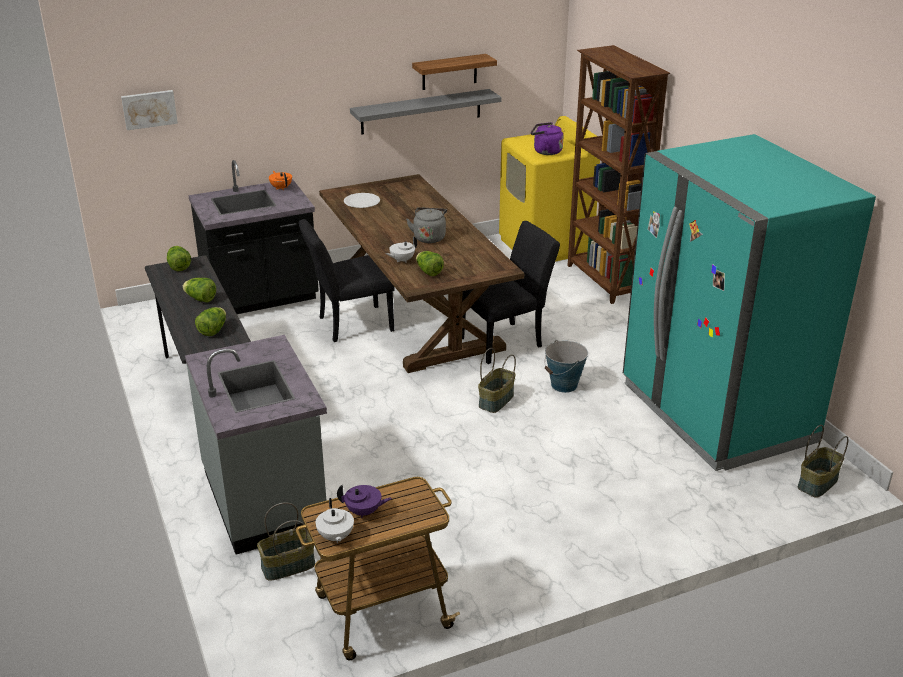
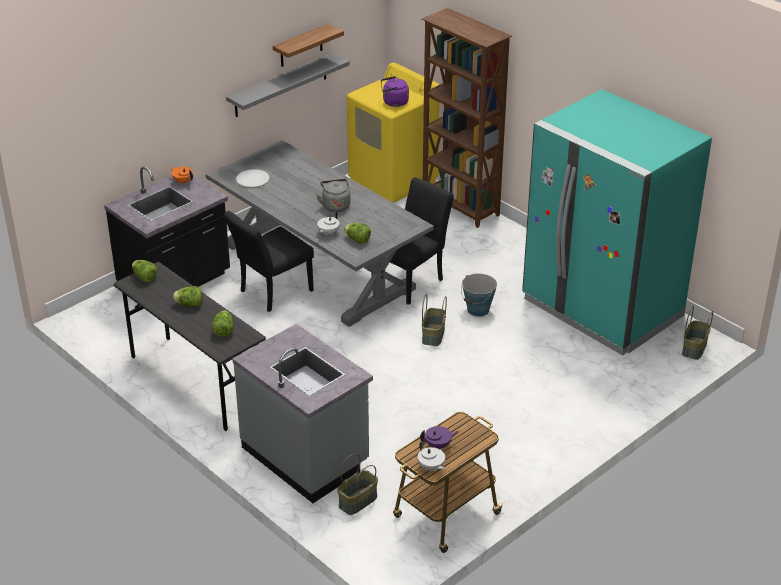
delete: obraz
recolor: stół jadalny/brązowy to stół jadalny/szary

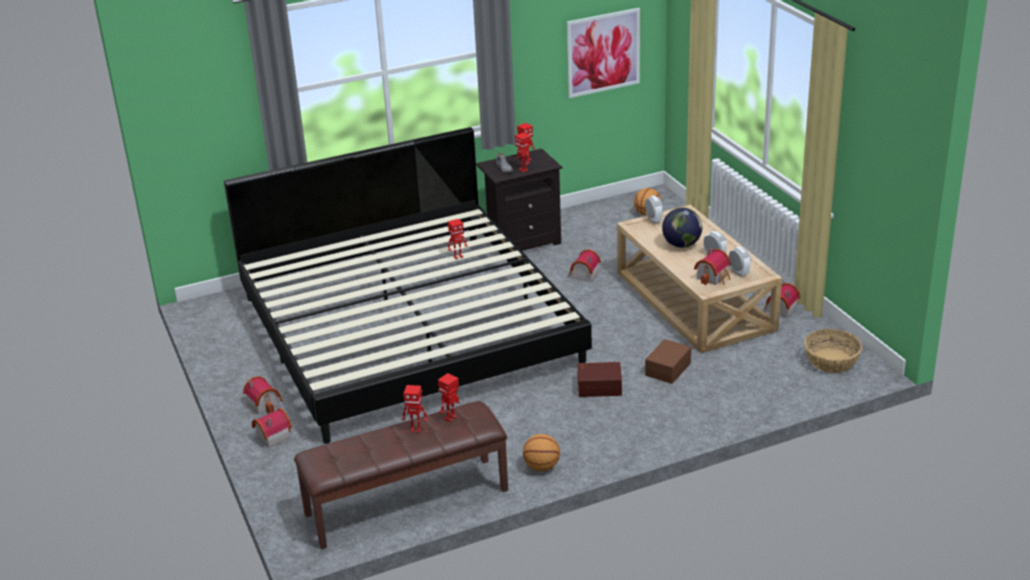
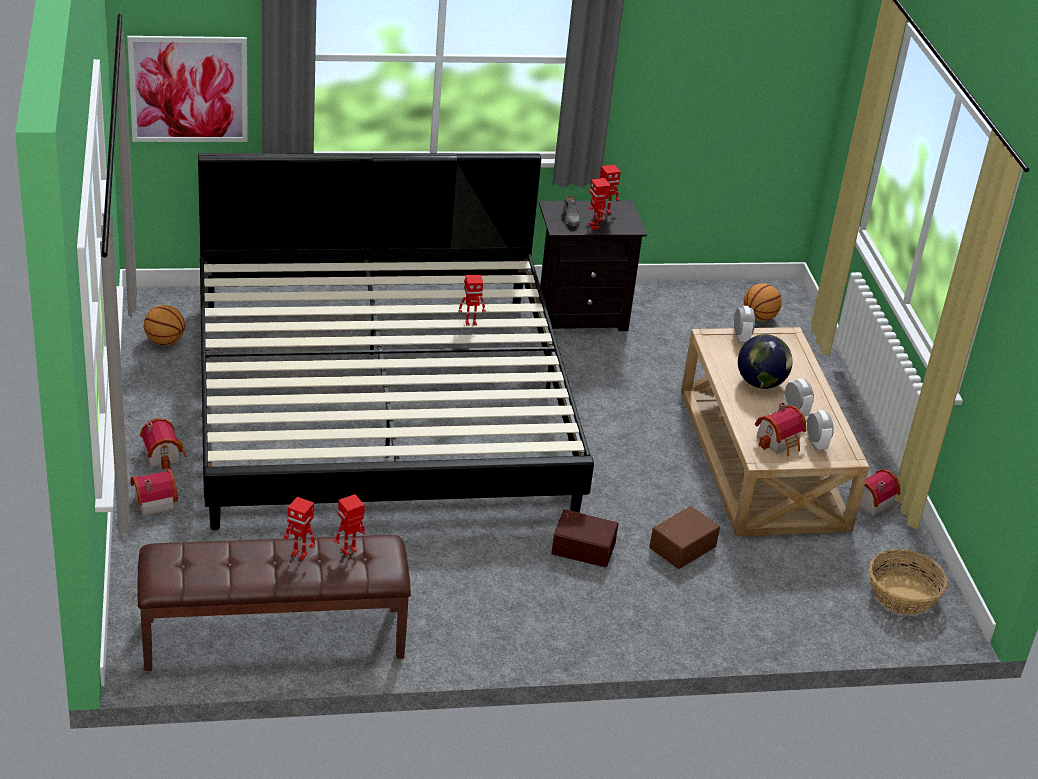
delete: domek (3rd from left)
move: piłka do koszykówki (1st from left); obraz

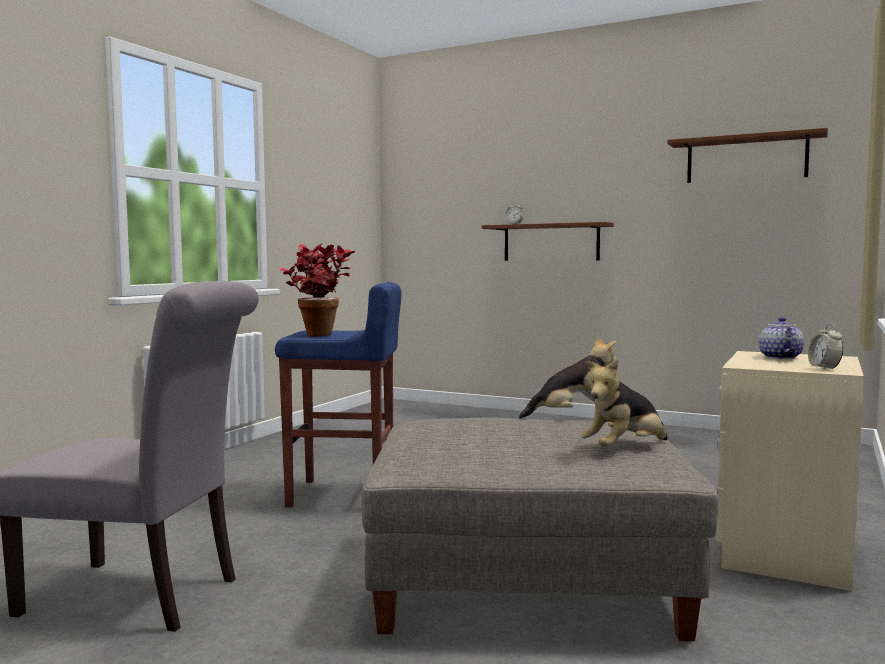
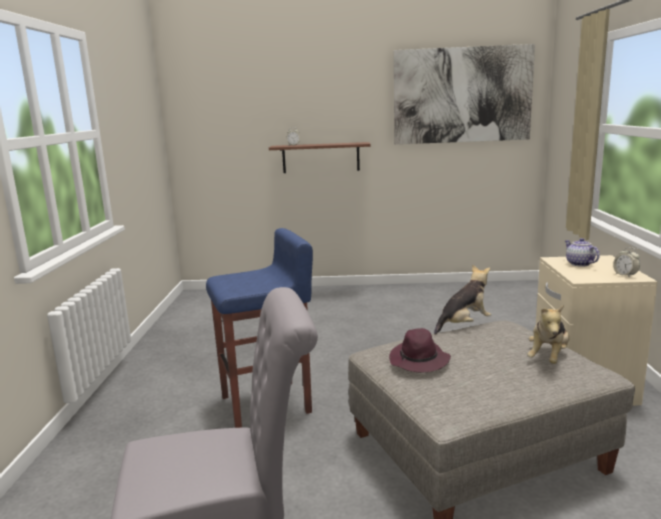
delete: roślina doniczkowa
insert: kapelusz/fioletowy
replace: półka/brązowy (2nd from left) to obraz

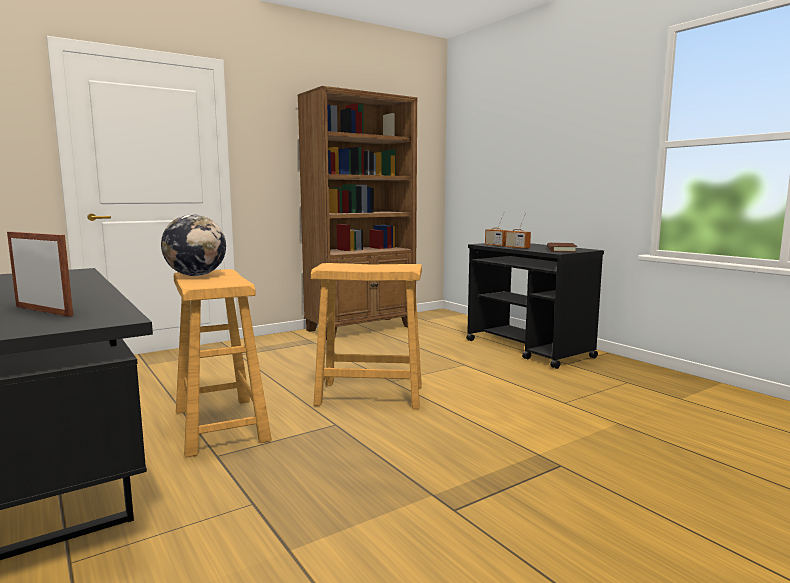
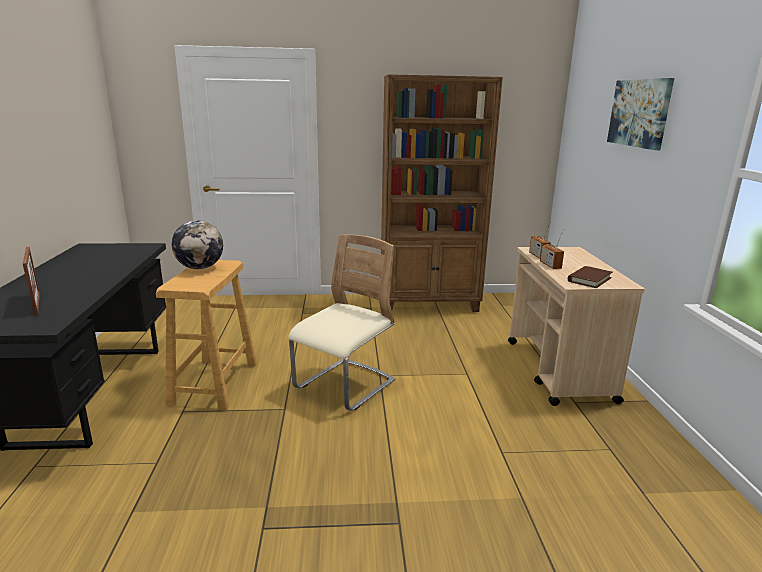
insert: obraz
replace: stołek/beżowy (2nd from left) to krzesło/beżowy
recolor: wózek/czarny to wózek/beżowy

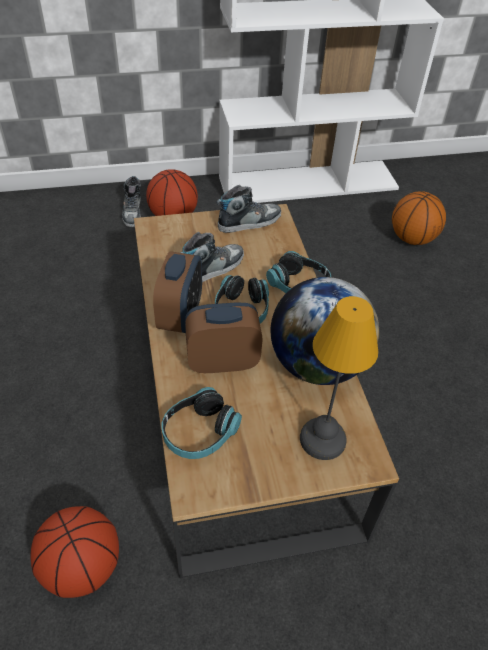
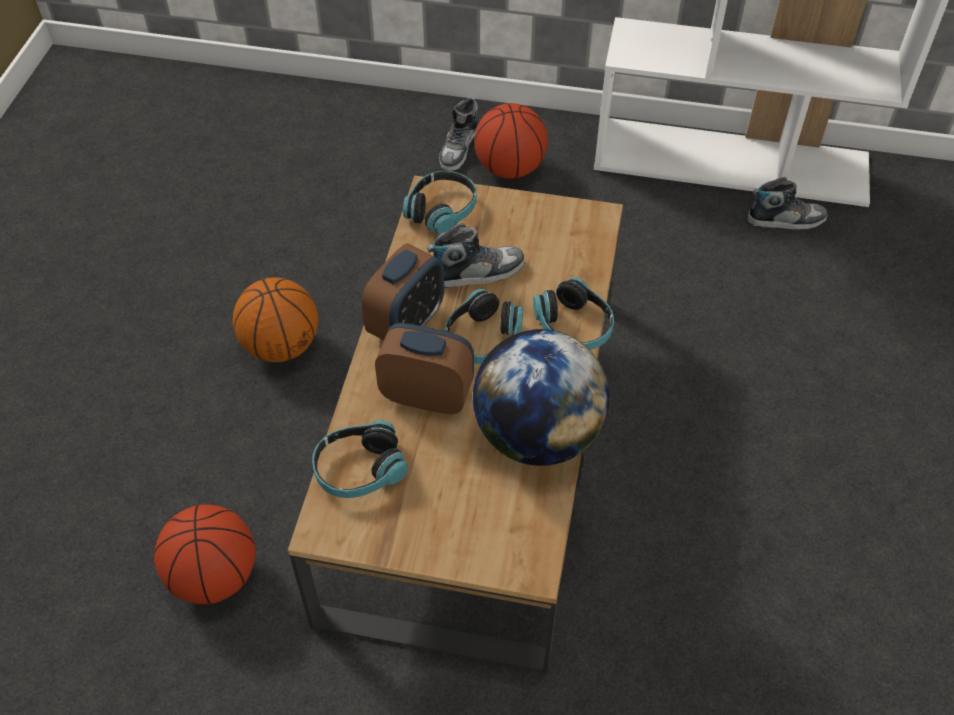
delete: lampa stołowa
insert: słuchawki (2nd from left)
move: but (3rd from left); piłka do koszykówki (3rd from left in the first image) to piłka do koszykówki (2nd from left)

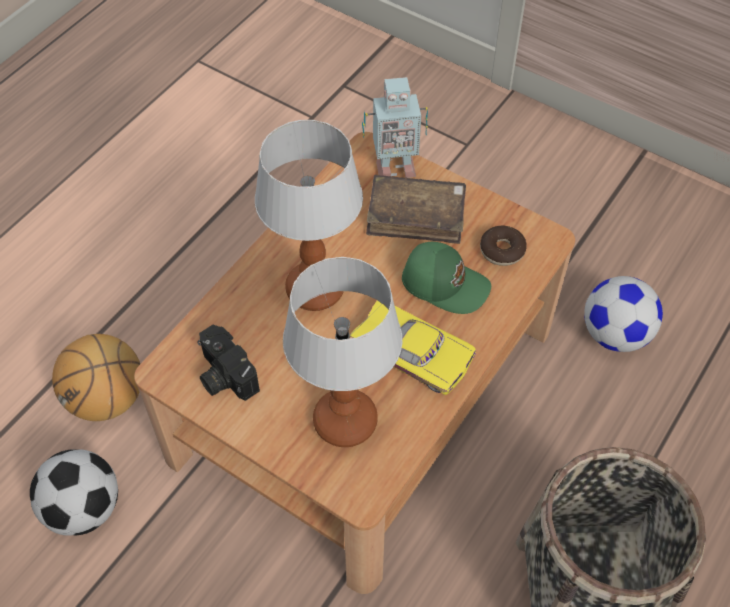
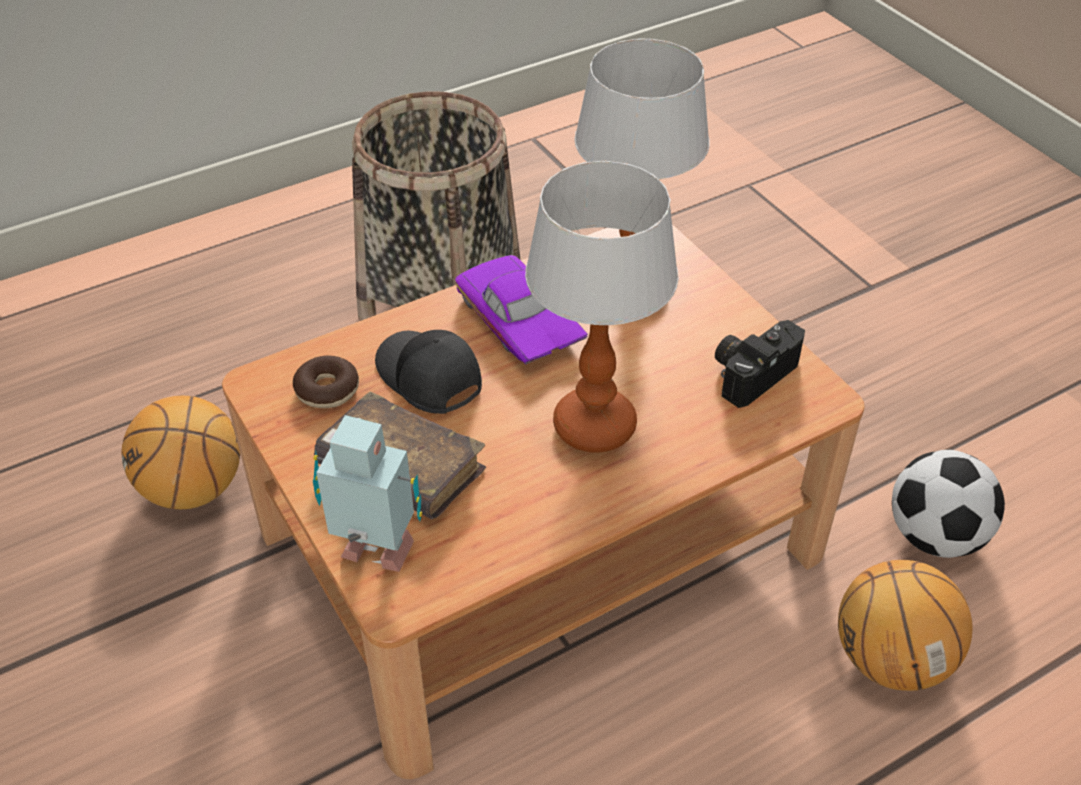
replace: piłka futbolowa (2nd from left) to piłka do koszykówki (1st from left)
recolor: samochodzik/żółty to samochodzik/fioletowy; czapka z daszkiem/zielony to czapka z daszkiem/czarny
rotate: aparat fotograficzny 120 degrees counterclockwise

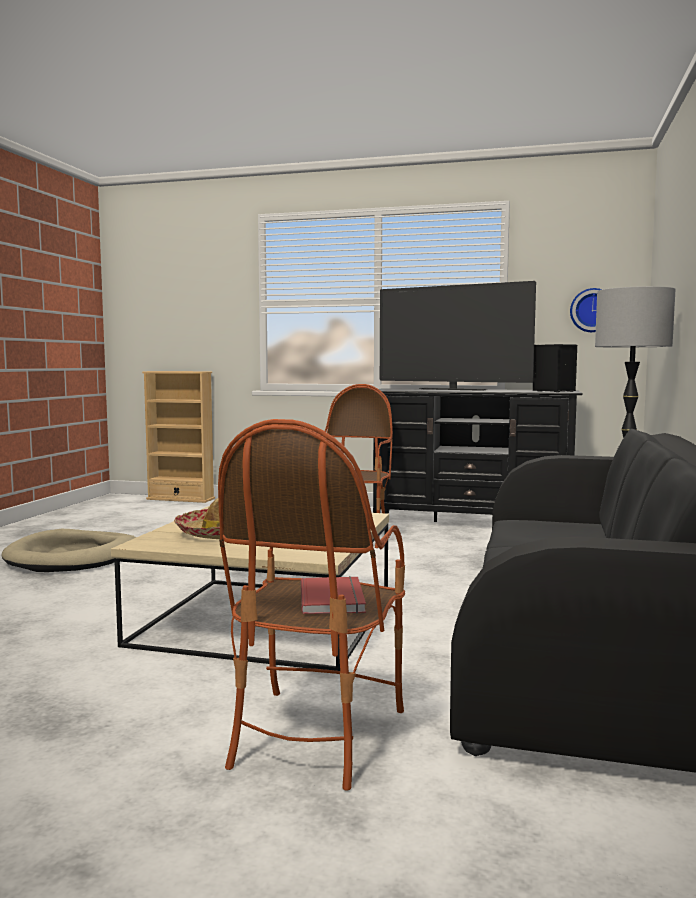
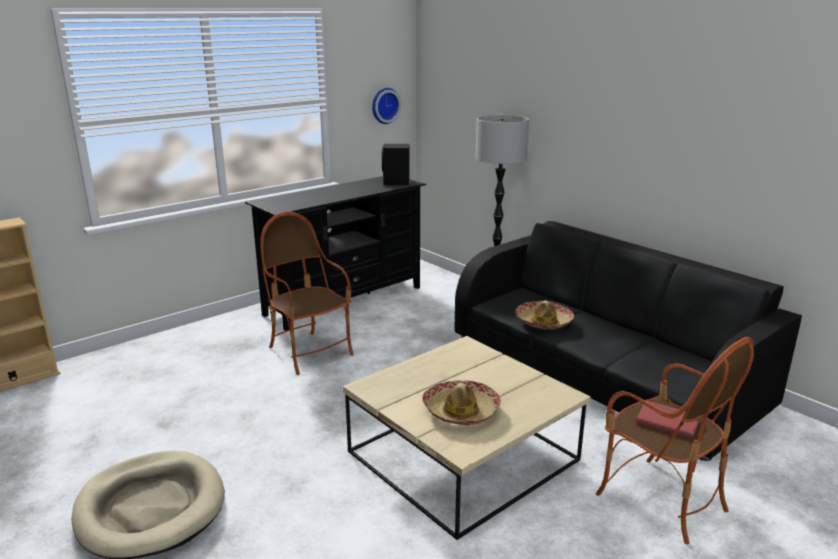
delete: telewizor
insert: kapelusz (2nd from left)

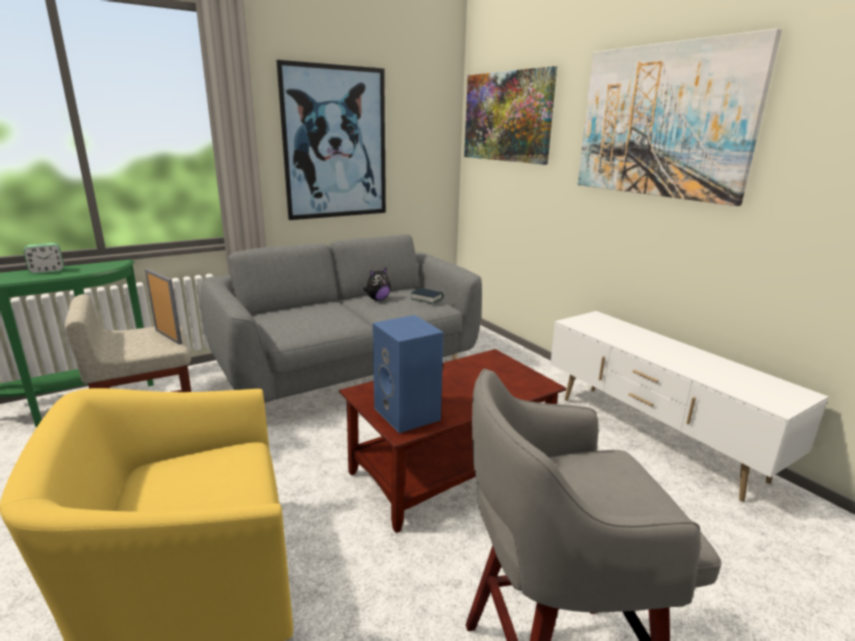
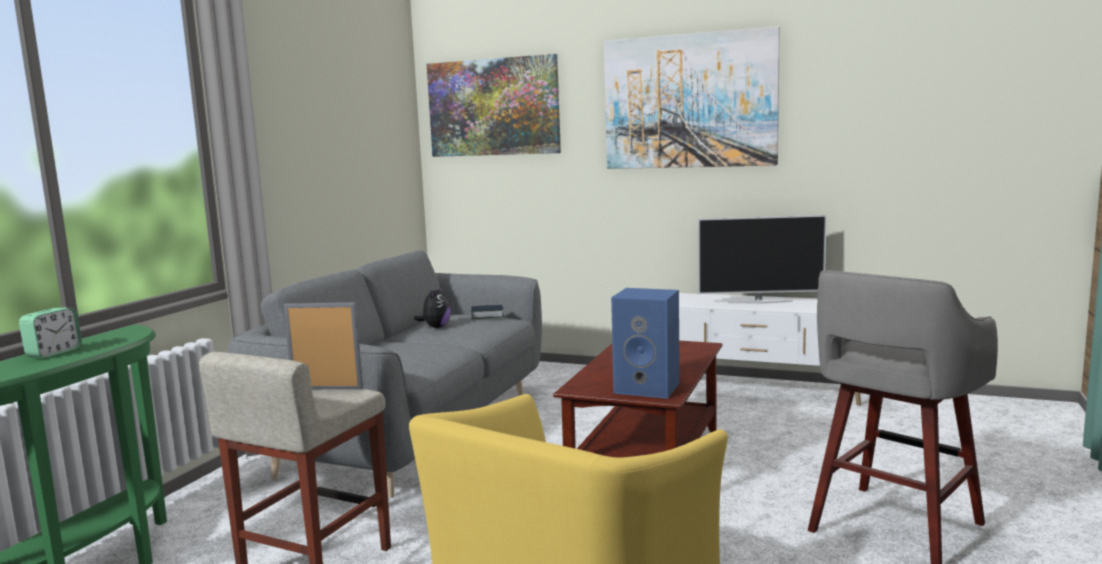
delete: obraz (1st from left)
insert: telewizor

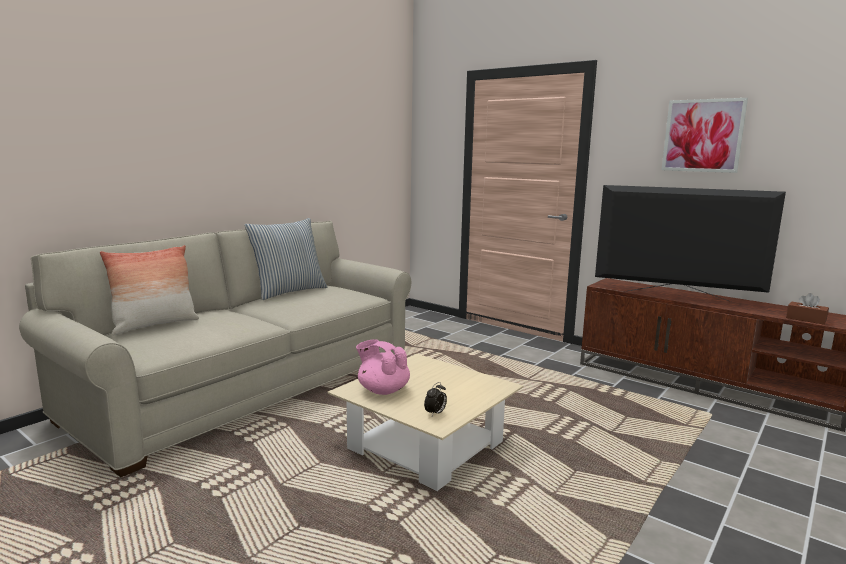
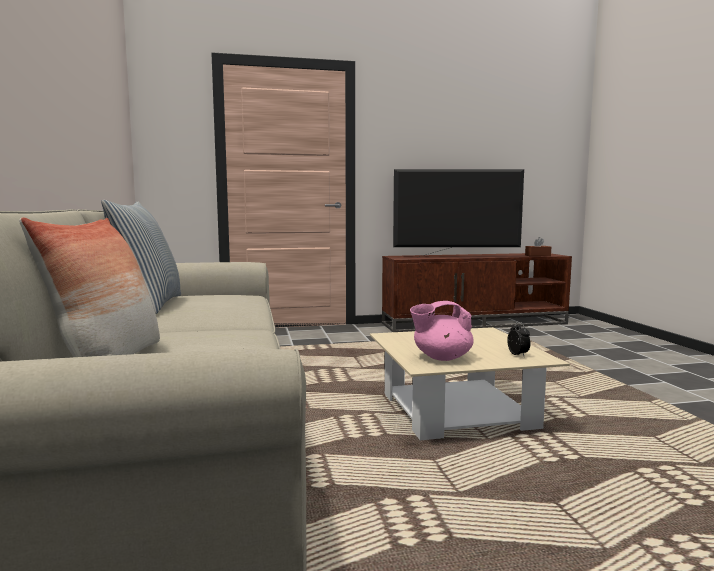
delete: obraz
rotate: telewizor 150 degrees counterclockwise

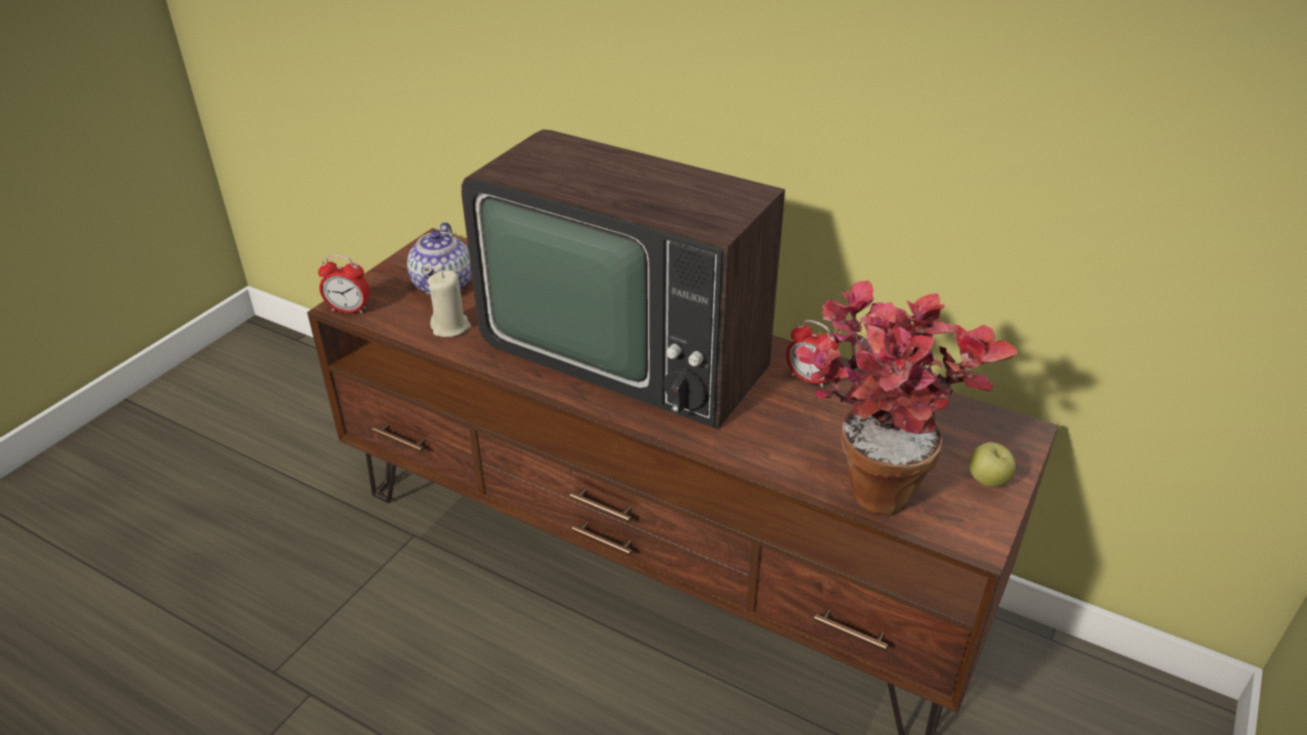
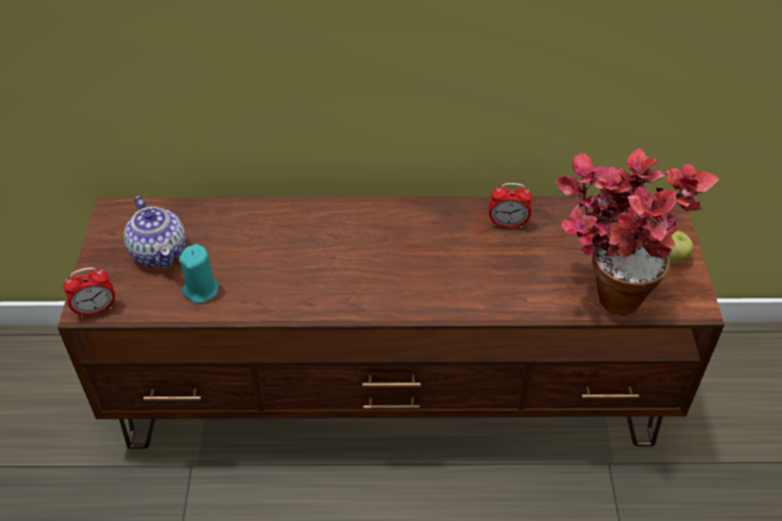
delete: telewizor
recolor: świeca/beżowy to świeca/turkusowy

